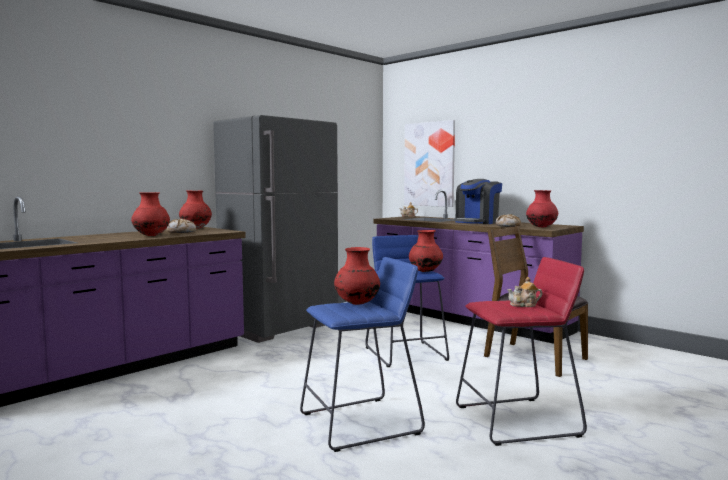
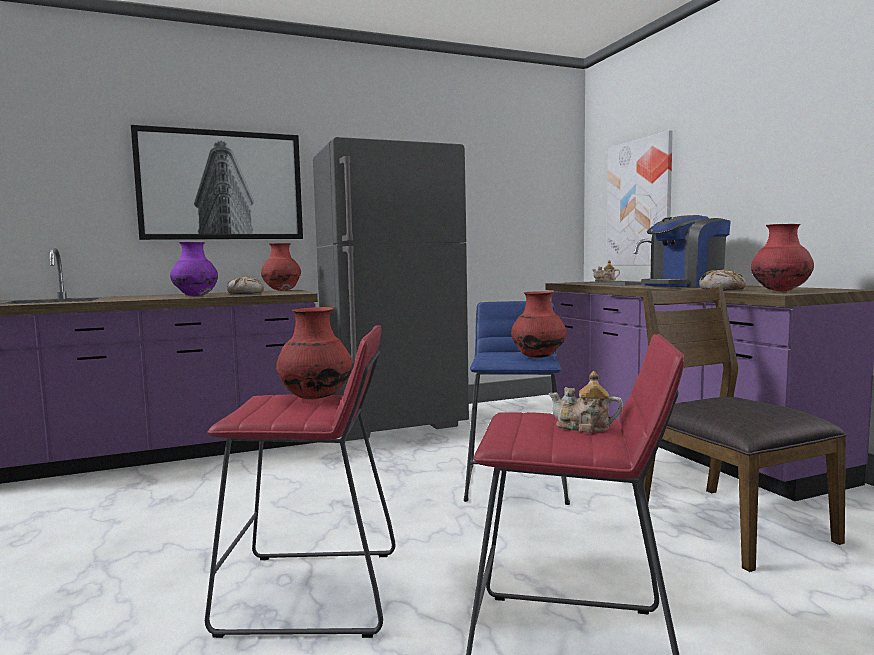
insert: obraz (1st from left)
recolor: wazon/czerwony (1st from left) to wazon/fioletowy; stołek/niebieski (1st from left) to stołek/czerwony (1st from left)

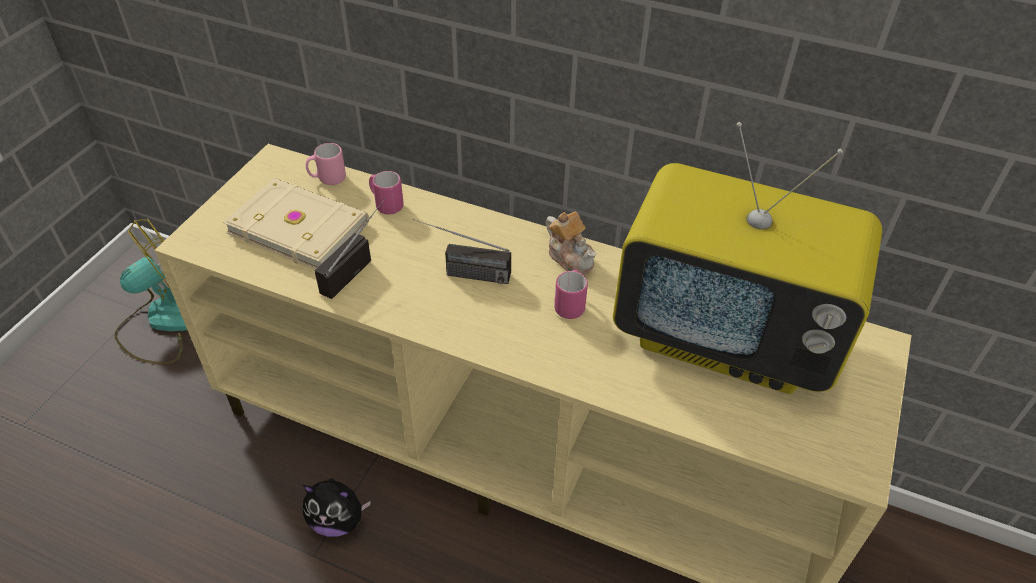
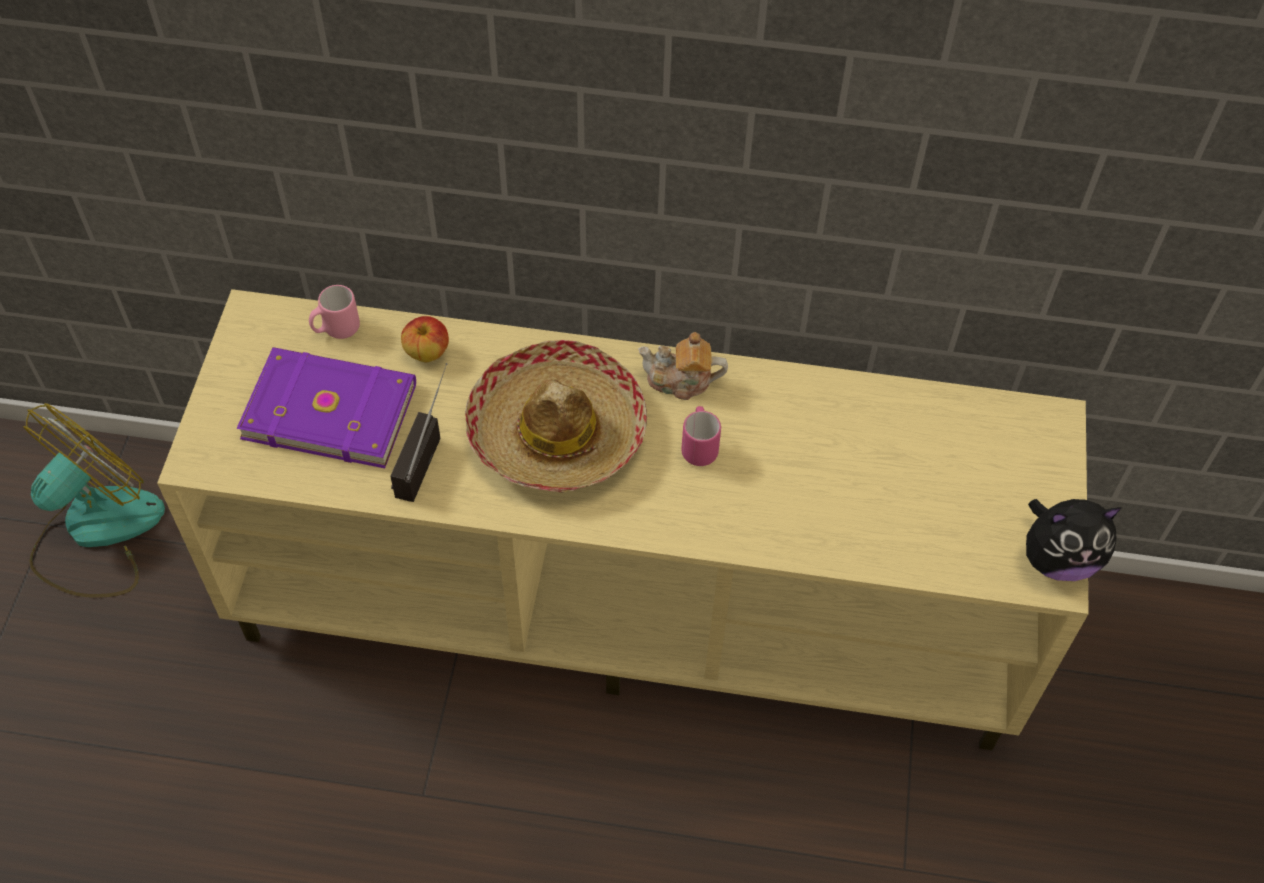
delete: telewizor
move: pluszak
replace: kubek/różowy (2nd from left) to jabłko; radio (2nd from left) to kapelusz
recolor: książka/beżowy to książka/fioletowy
rotate: imbryk 150 degrees clockwise

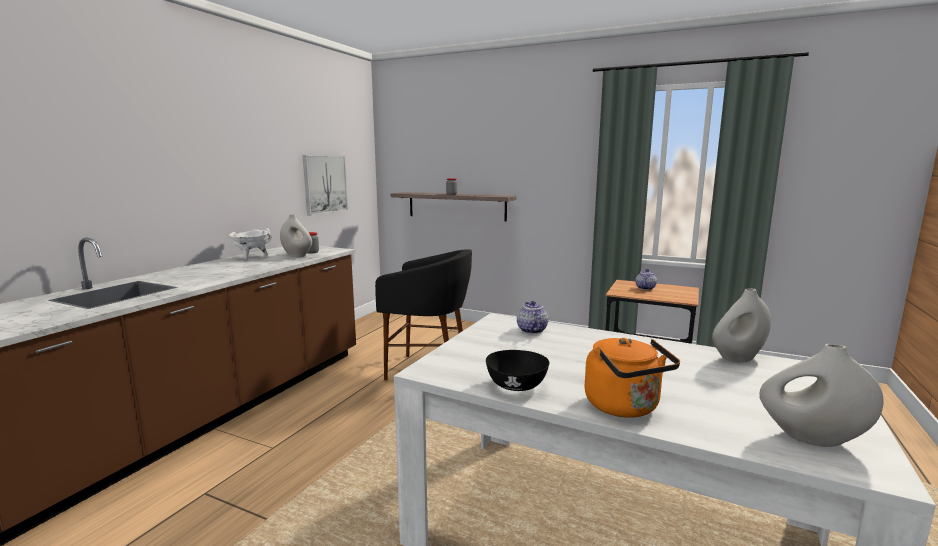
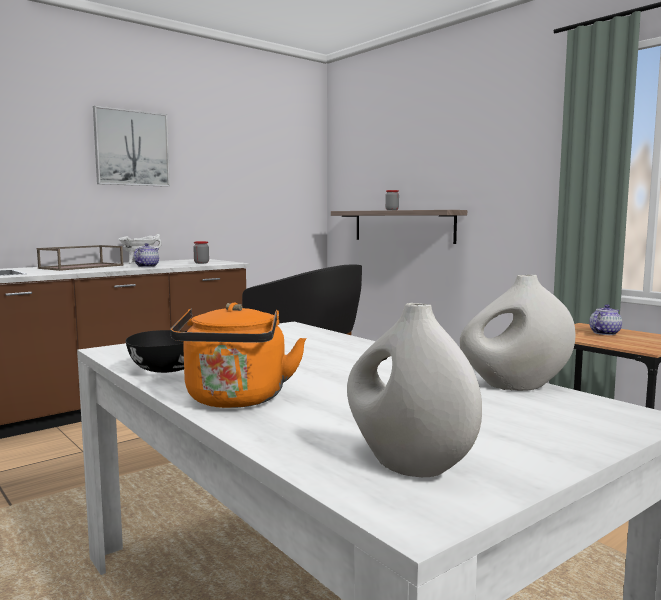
delete: wazon/biały (1st from left)
insert: taca/brązowy
move: obraz; imbryk (1st from left)

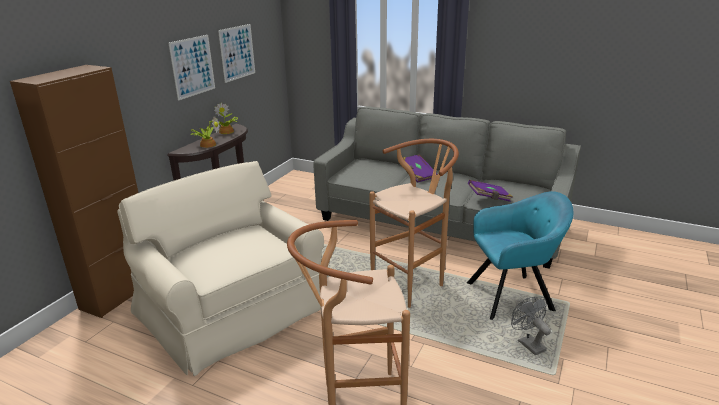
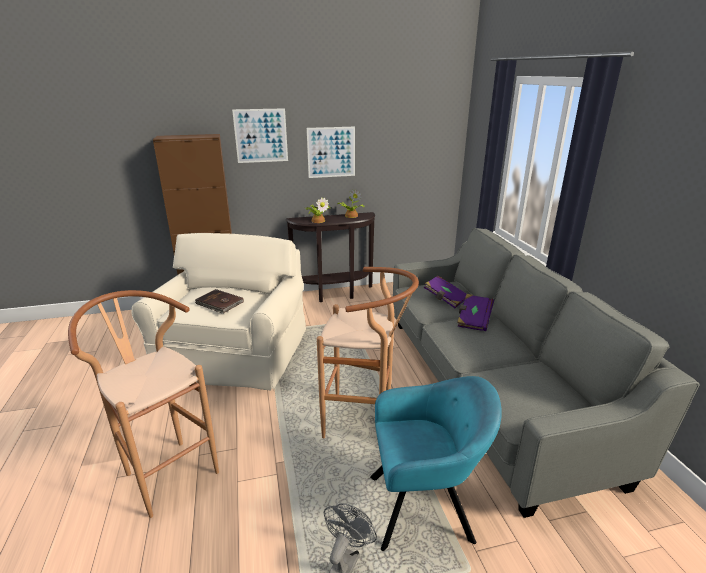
insert: książka/brązowy
move: obraz (2nd from left in the first image) to obraz (1st from left); książka/fioletowy (2nd from left in the first image) to książka/fioletowy (1st from left)
rotate: fotel/turkusowy 45 degrees counterclockwise

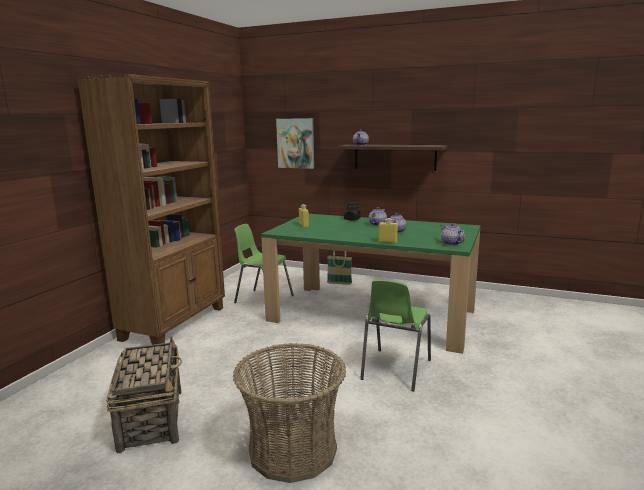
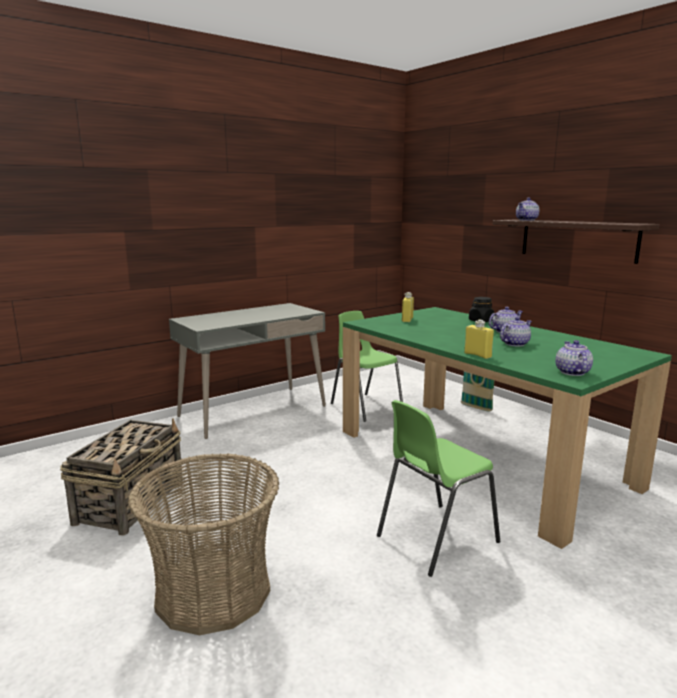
delete: obraz
replace: regał/brązowy to biurko/szary

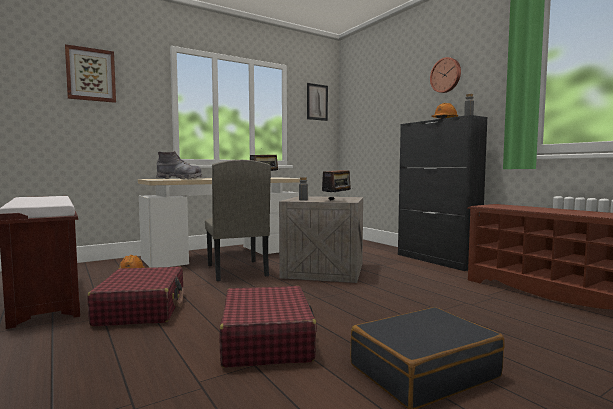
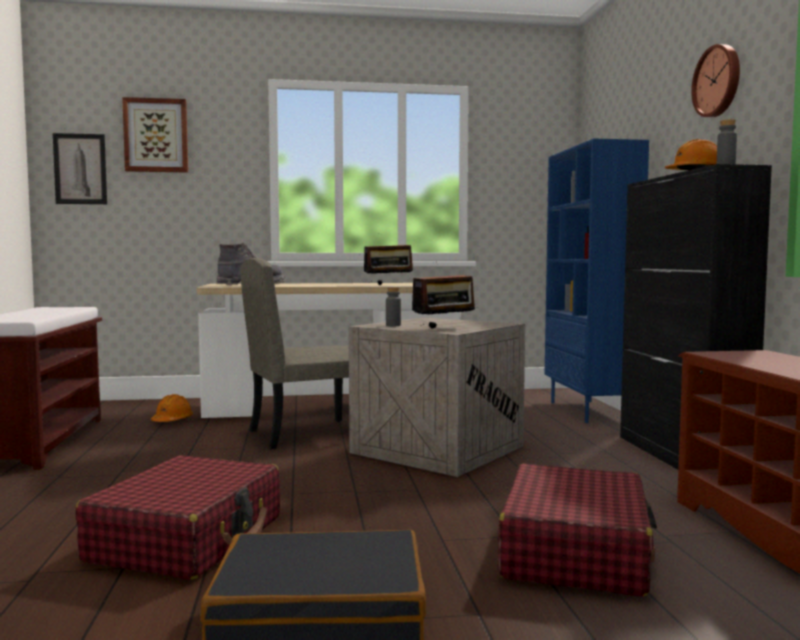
insert: regał/niebieski
move: walizka/czerwony (1st from left in the first image) to walizka/czerwony (2nd from left); obraz (2nd from left in the first image) to obraz (1st from left)
rotate: krzesło/beżowy 60 degrees clockwise

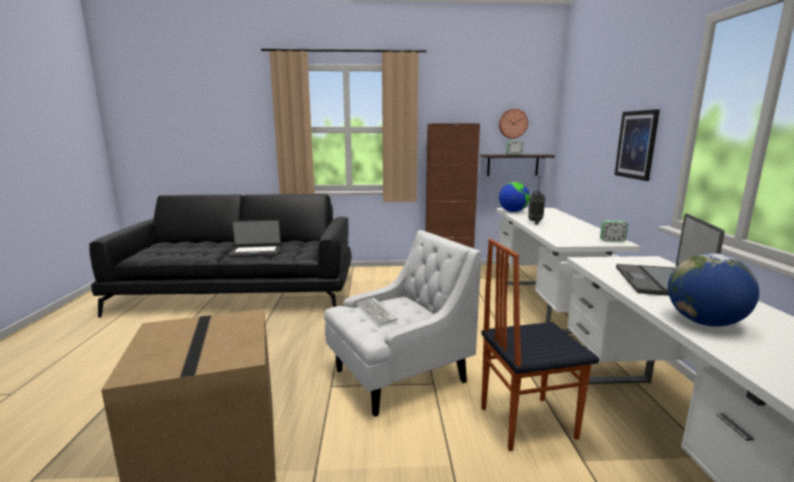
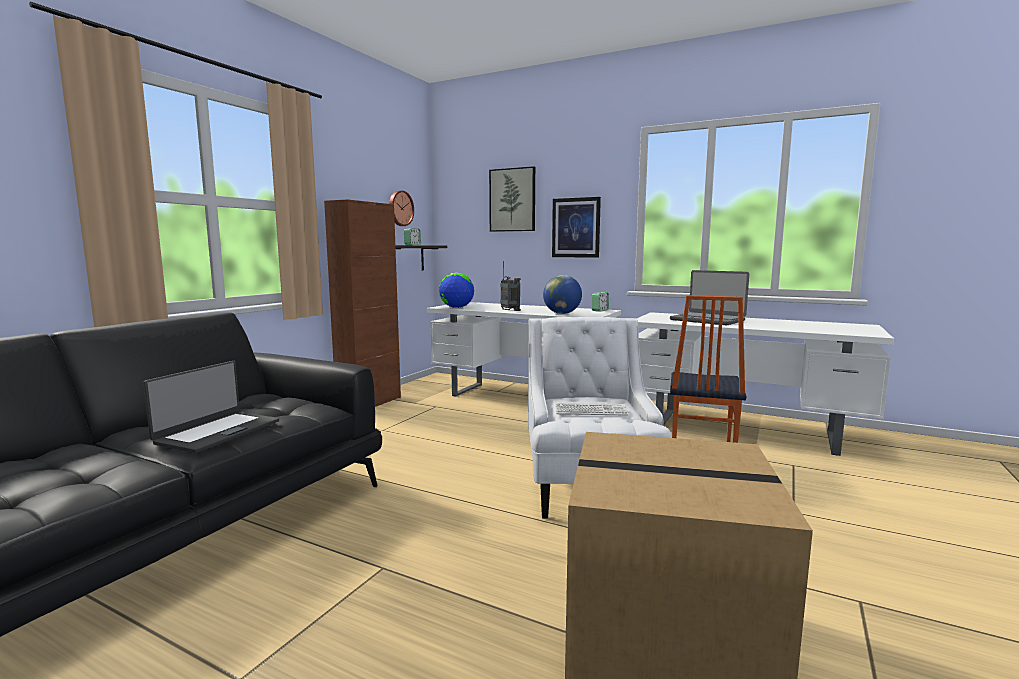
insert: obraz (1st from left)
move: globus (2nd from left)

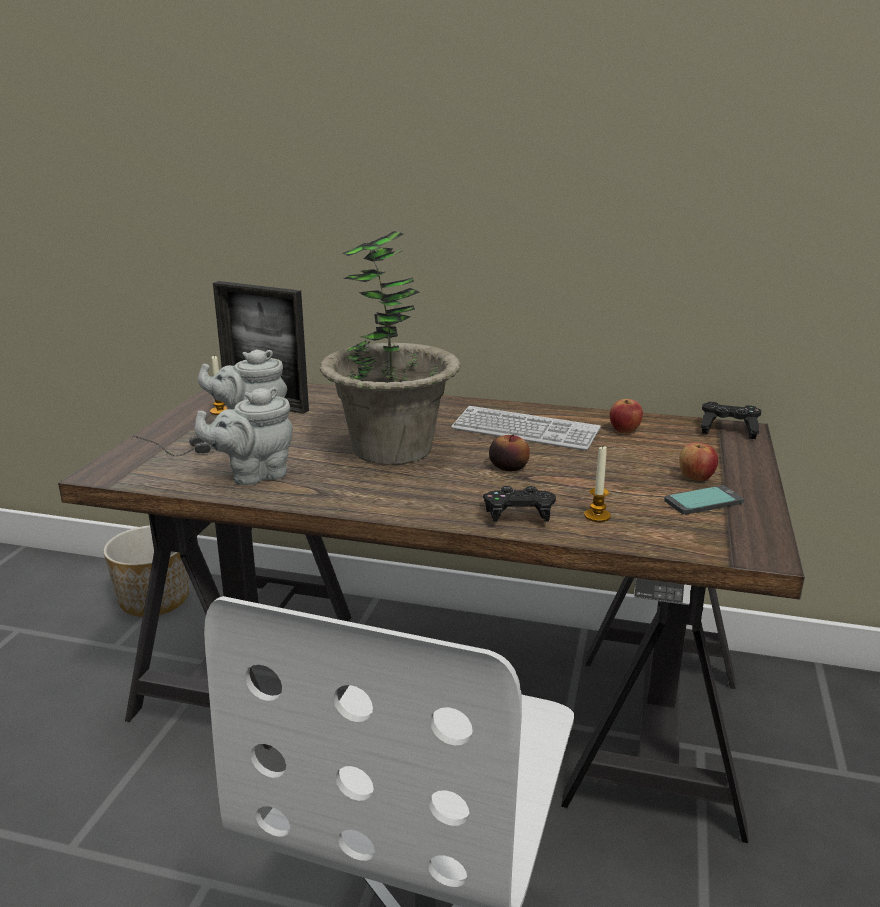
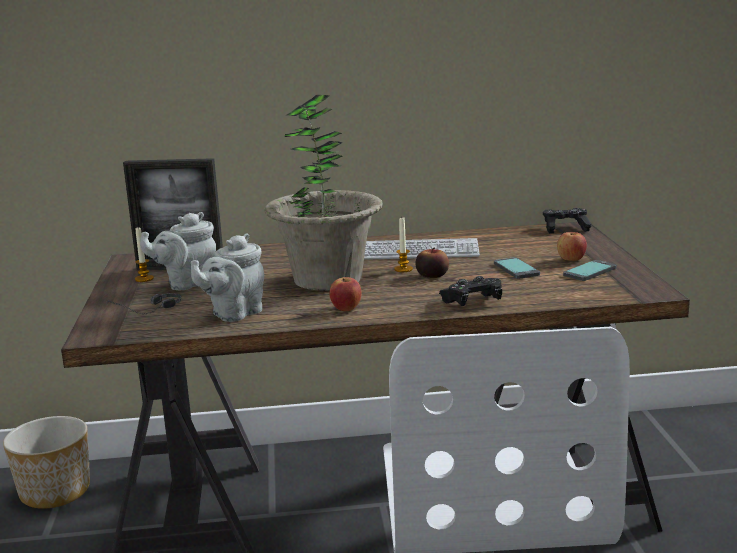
insert: telefon (1st from left)
move: świeca (2nd from left); jabłko (2nd from left in the first image) to jabłko (1st from left)

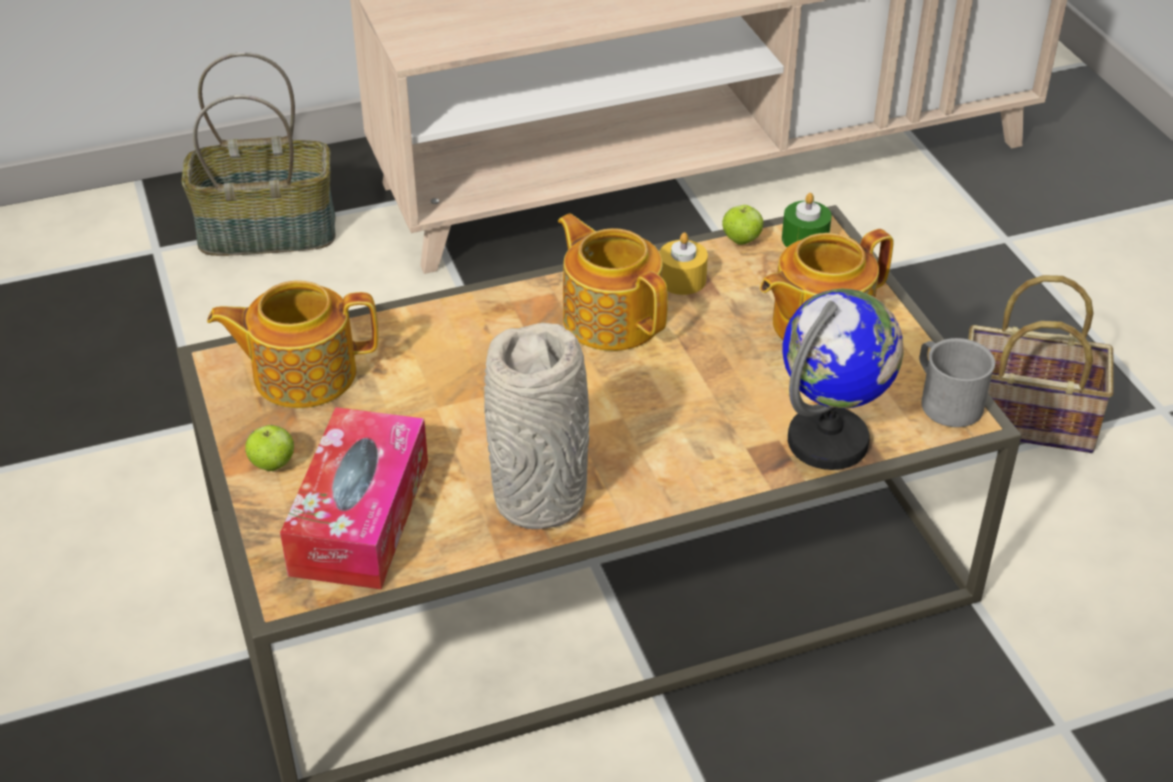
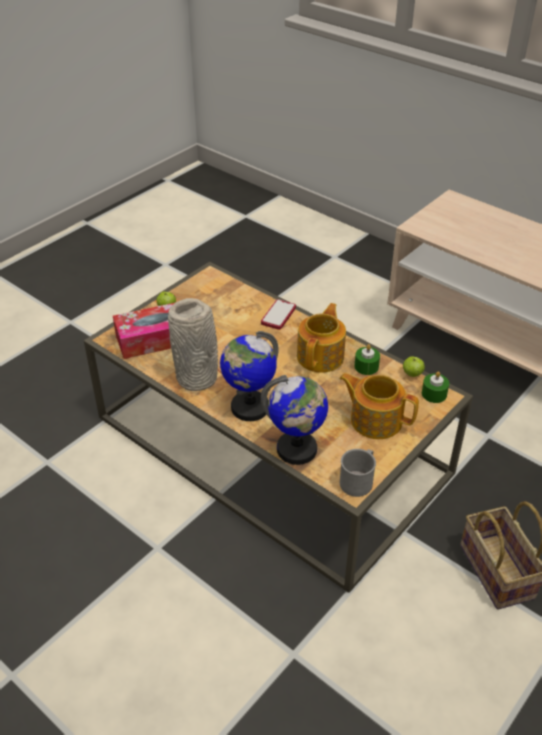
delete: koszyk (1st from left); imbryk (1st from left)
insert: globus (1st from left); telefon
recolor: świeca/żółty to świeca/zielony (1st from left)

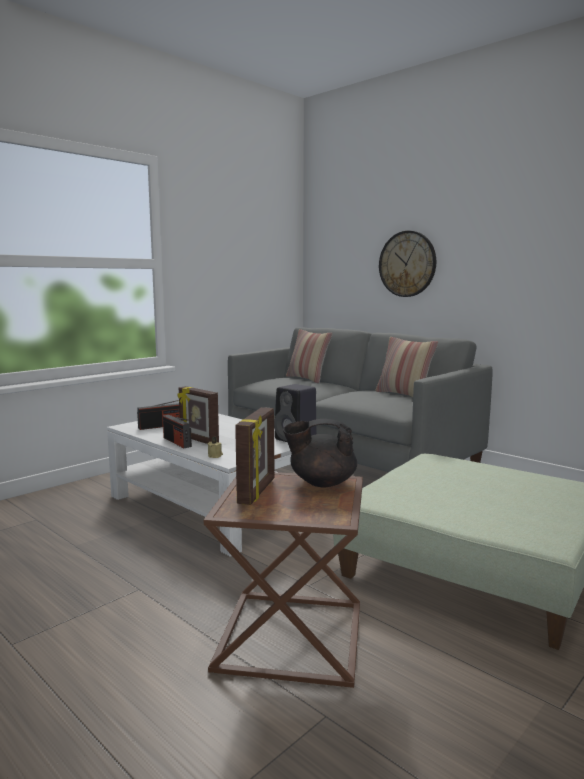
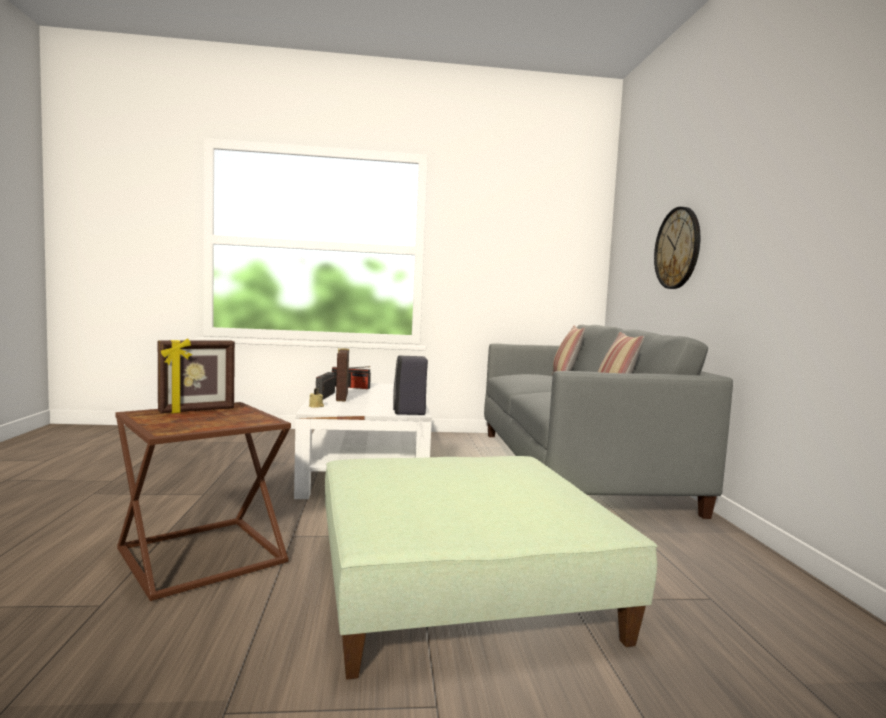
delete: imbryk/czarny

